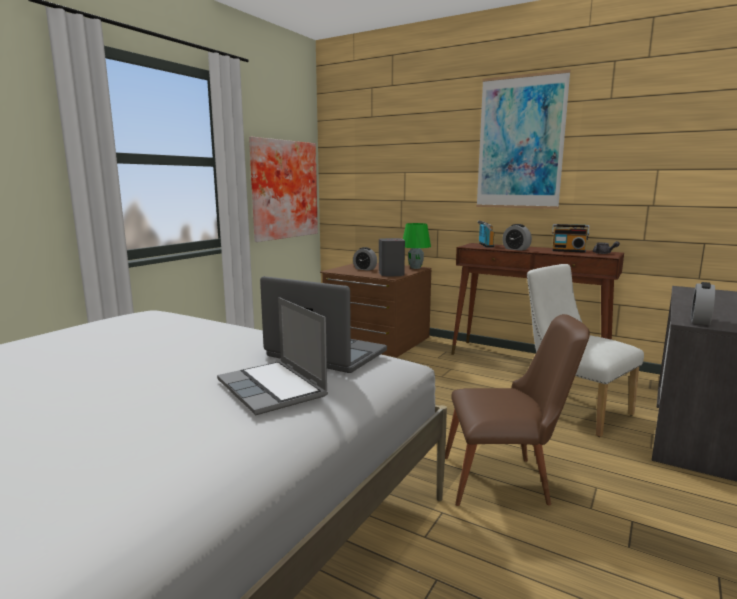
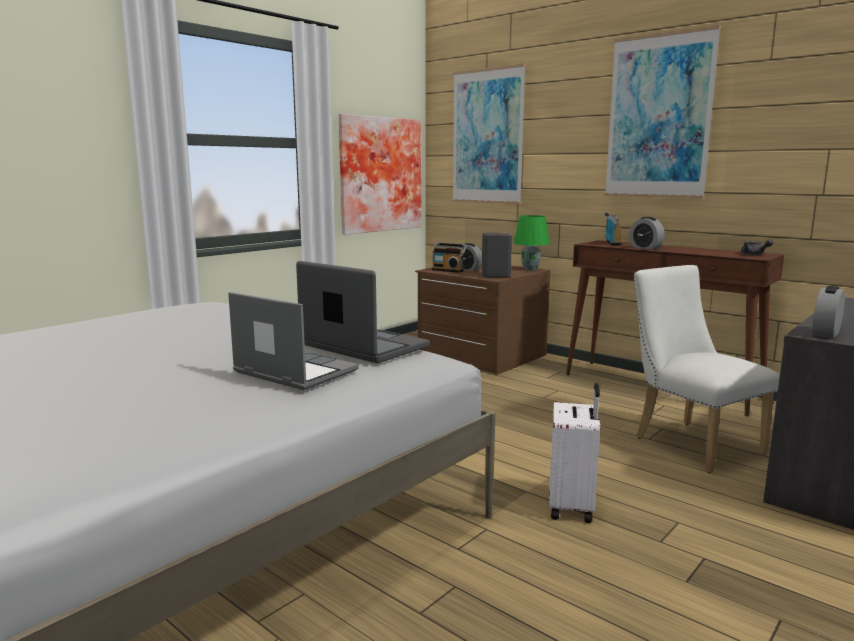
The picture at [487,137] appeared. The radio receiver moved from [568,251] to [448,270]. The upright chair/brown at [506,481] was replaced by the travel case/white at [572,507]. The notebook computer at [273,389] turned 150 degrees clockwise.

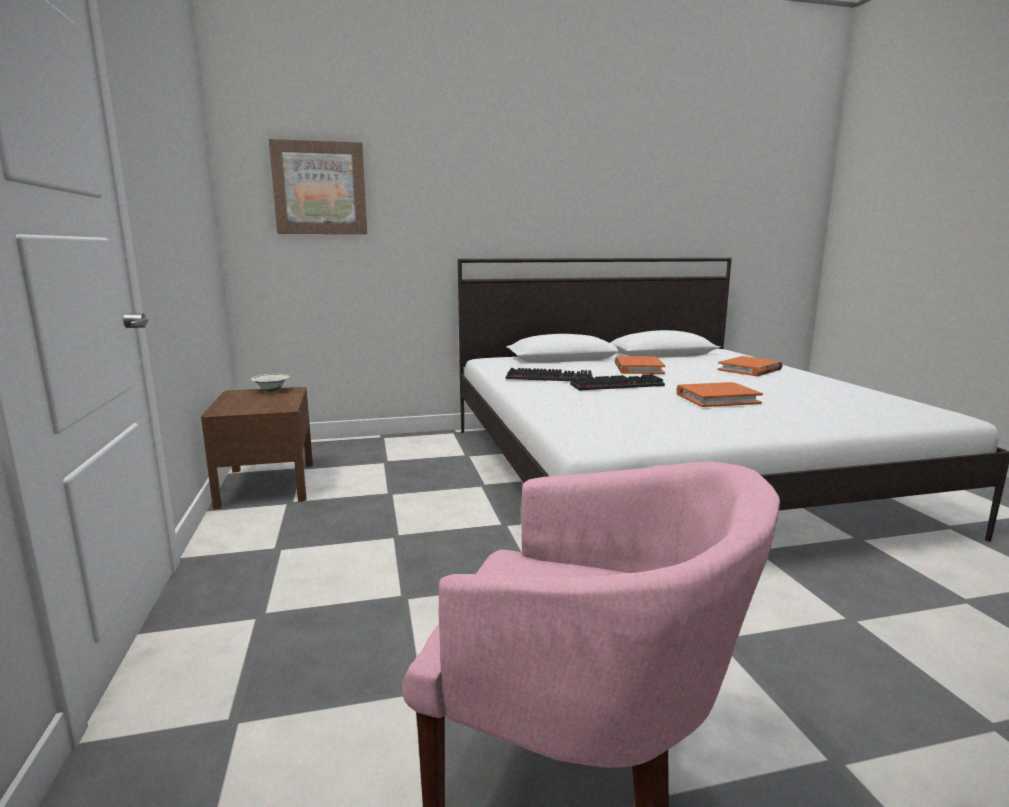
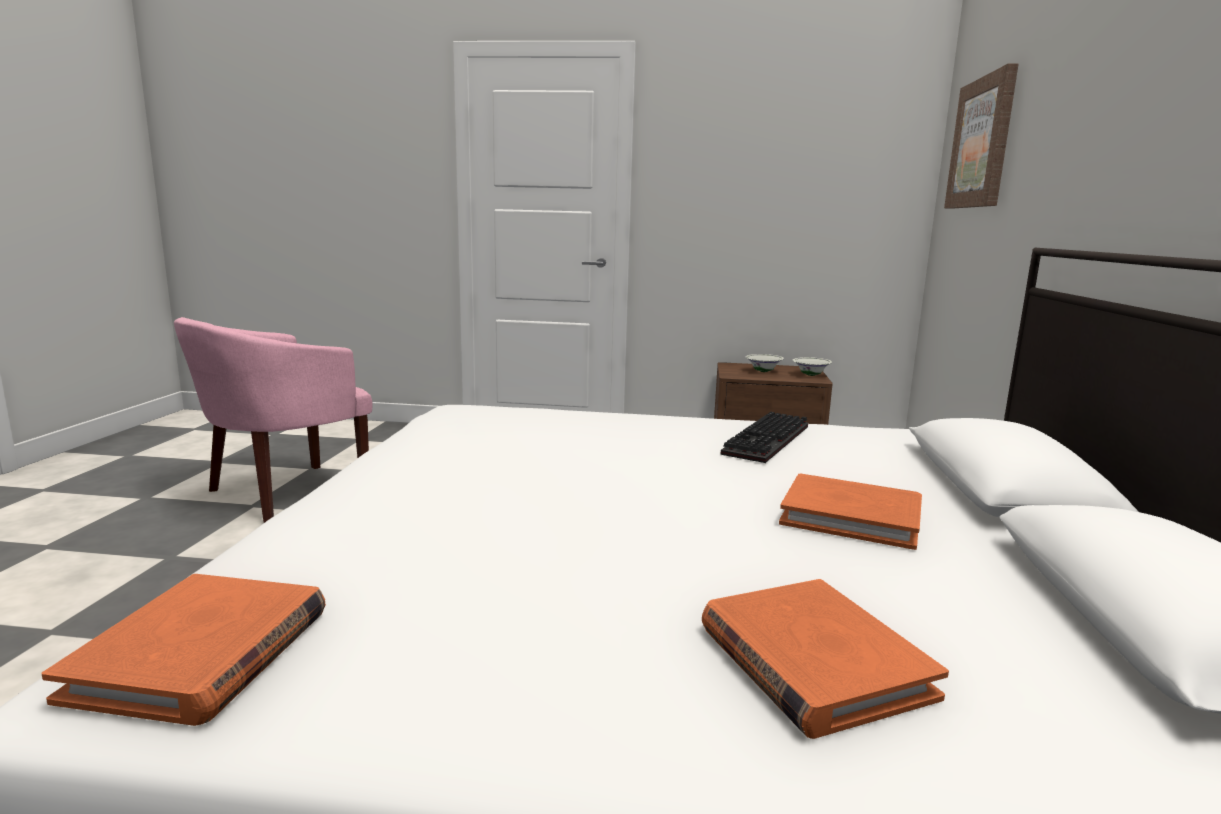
The PC keyboard at [617,385] disappeared. The deep dish/white at [763,371] appeared. The volume/orange moved from [717,398] to [202,653].

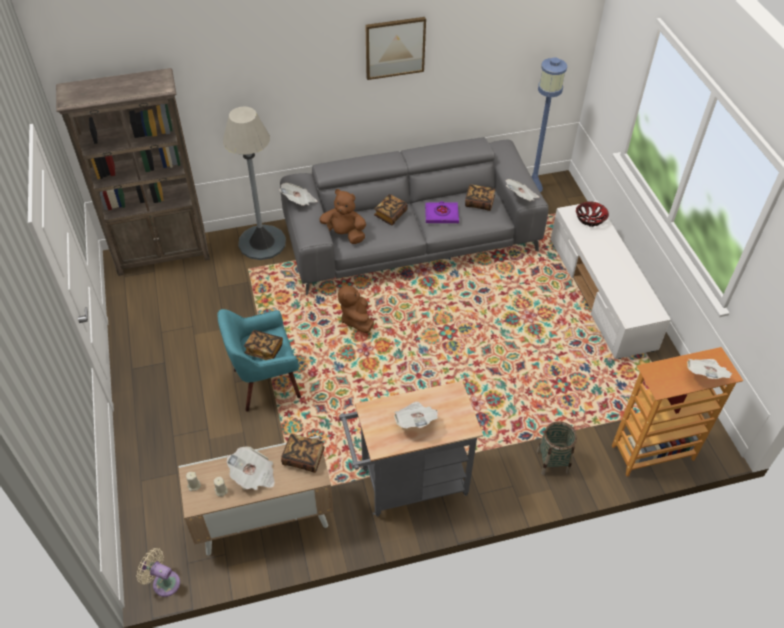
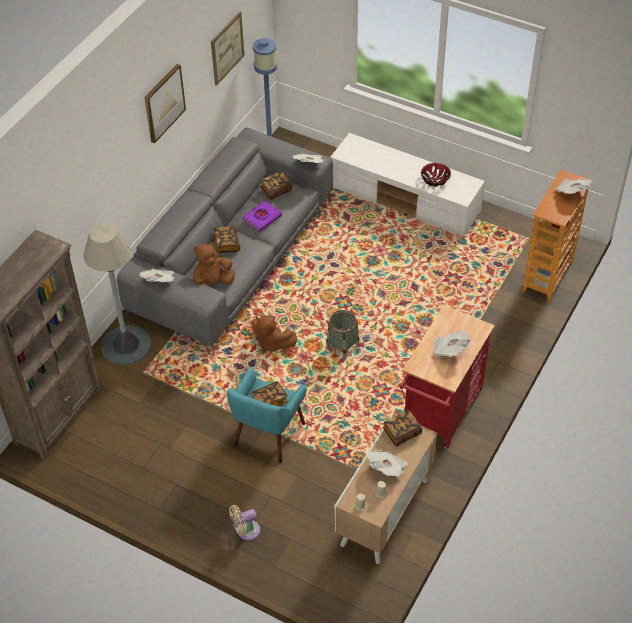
The picture at [227,48] appeared. The cooling fan/sand-coloured moved from [163,582] to [246,531]. The basket moved from [552,461] to [342,347]. The deep dish moved from [590,219] to [435,179]. The cart/grey at [407,484] became the cart/red-coloured at [440,414].

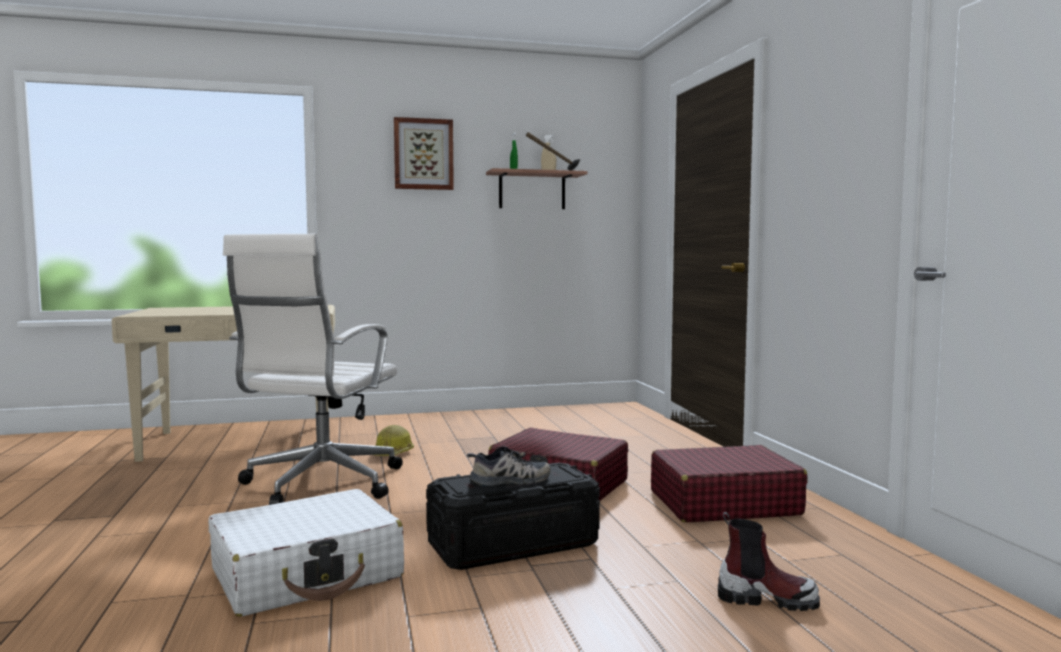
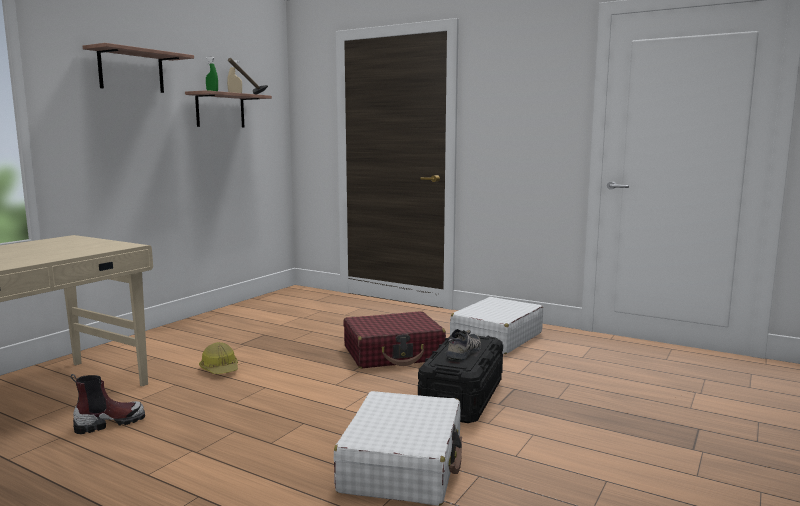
The office chair/white at [319,484] disappeared. The high-top boot moved from [766,599] to [109,423]. The picture at [423,154] was replaced by the wall shelf at [131,71]. The travel case/red-coloured at [723,503] became the travel case/white at [496,337].

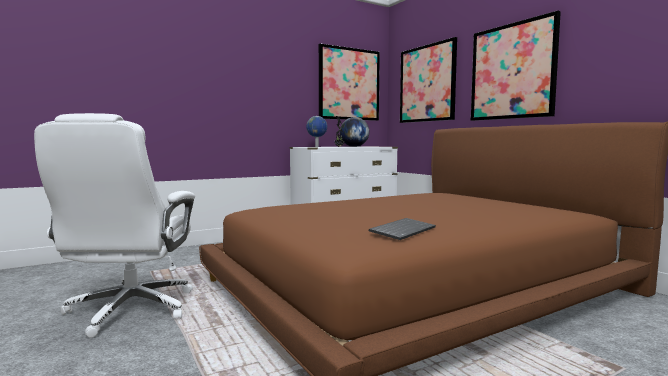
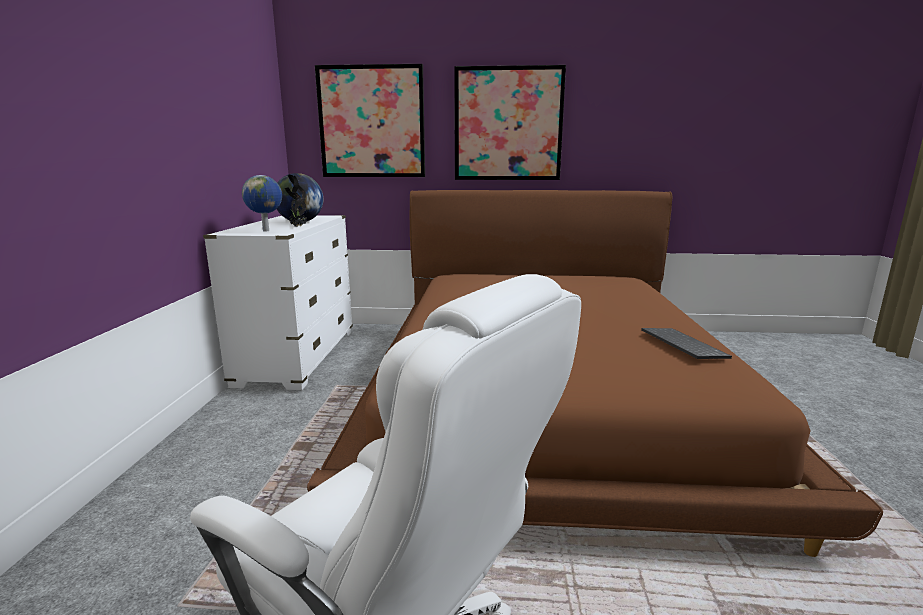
The picture at [349,84] disappeared.

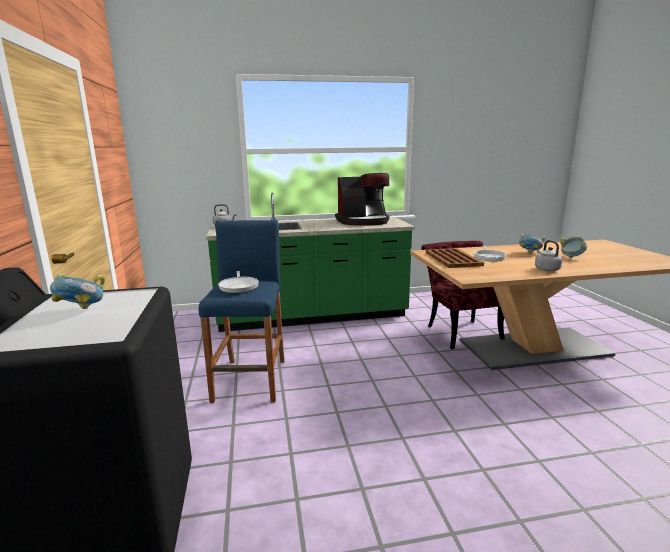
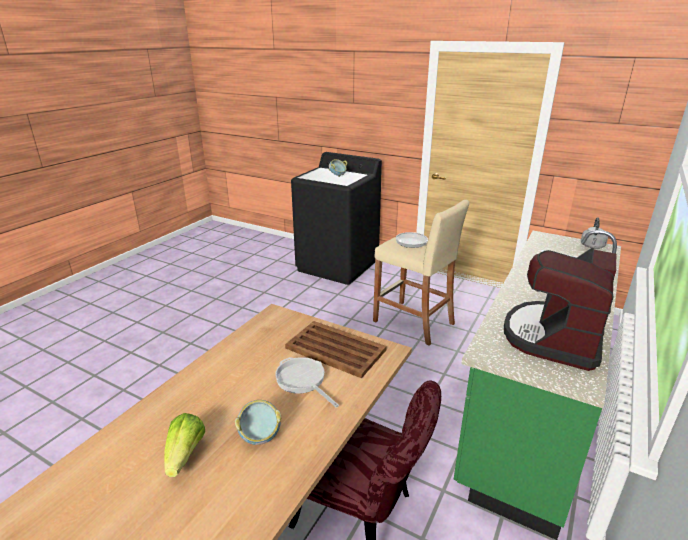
The tea kettle/grey at [546,269] disappeared. The deep dish at [571,257] was replaced by the lettuce at [185,455]. The sitting stool/bluish at [251,380] became the sitting stool/sand-coloured at [413,322].

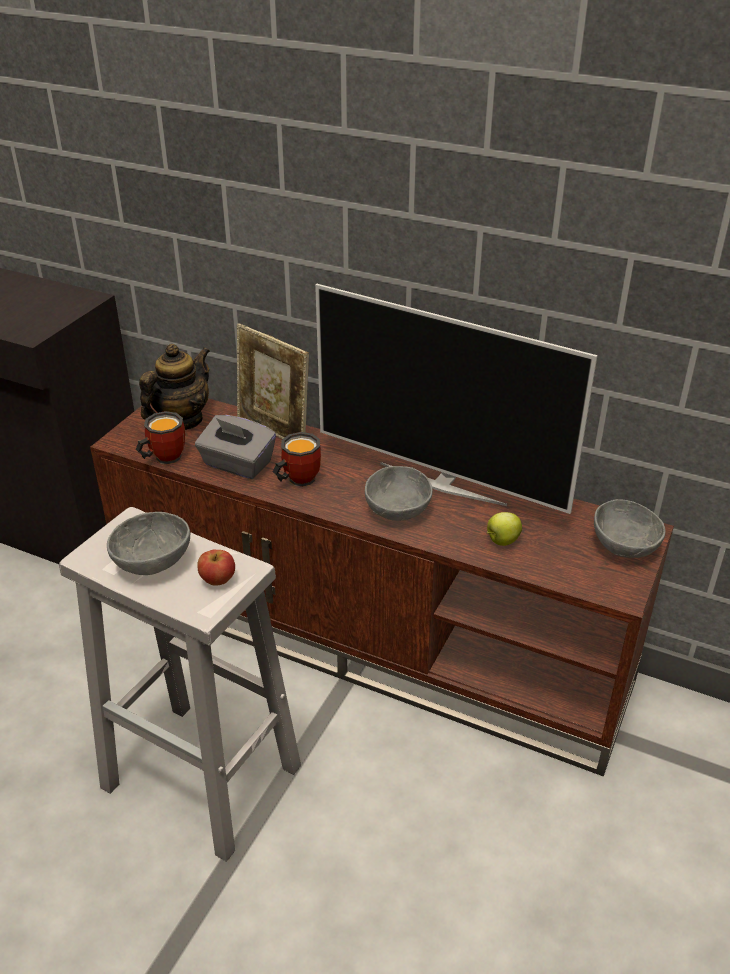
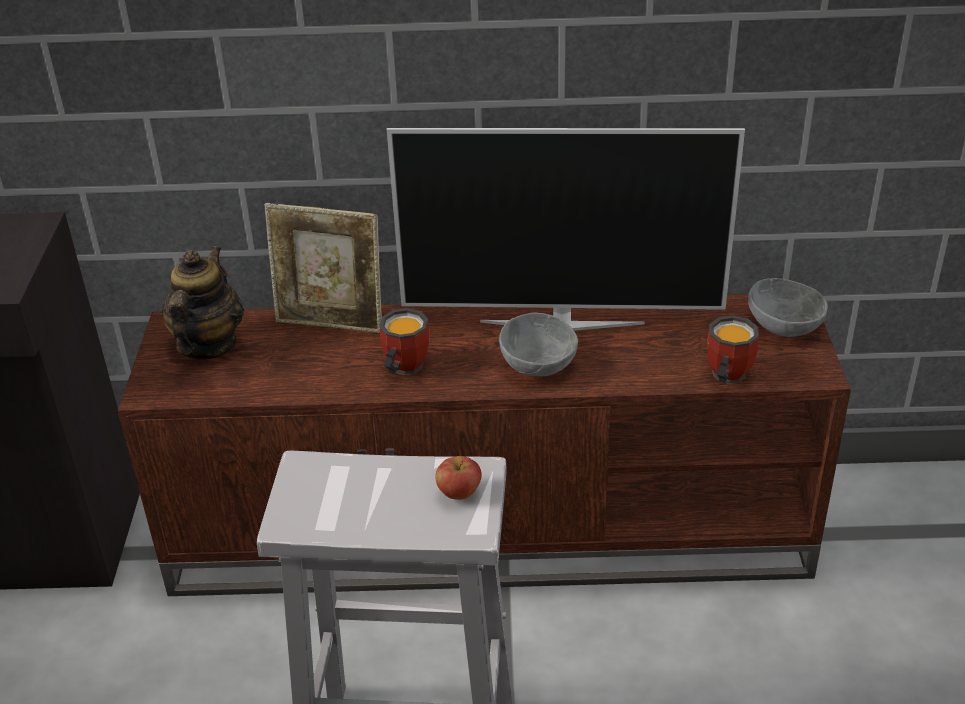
The deep dish/grey at [151,561] disappeared. The box of tissues/grey at [237,464] disappeared. The apple at [502,541] disappeared. The tea mug moved from [163,457] to [724,376].

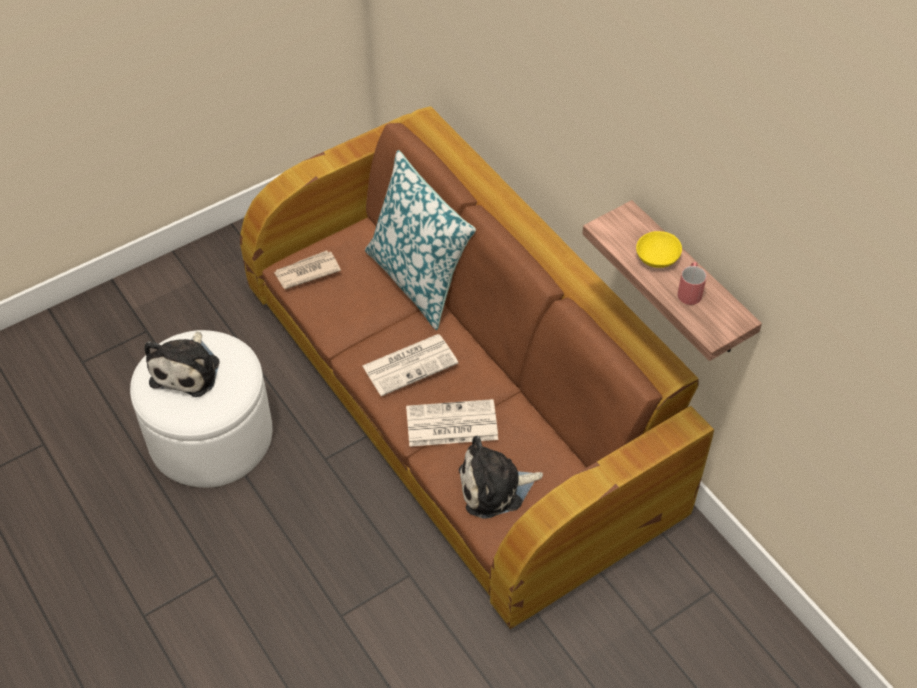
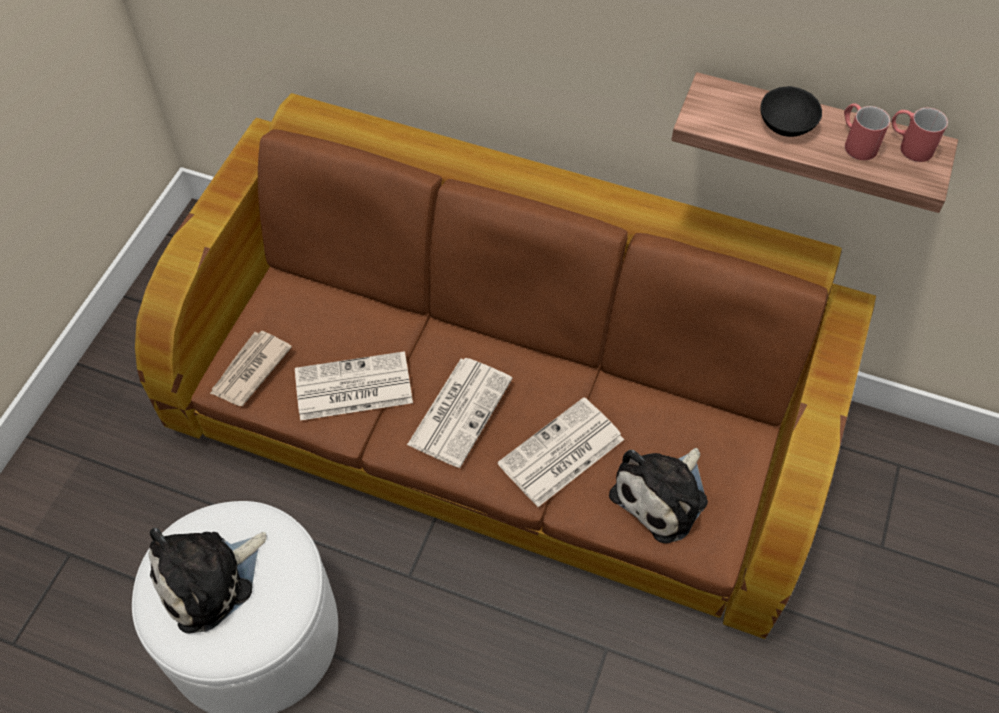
The throw pillow at [418,279] disappeared. The daily paper at [352,388] appeared. The tea mug/red-coloured at [908,145] appeared. The deep dish/yellow at [656,256] became the deep dish/black-coloured at [785,122]. The plush toy at [187,369] turned 75 degrees clockwise.

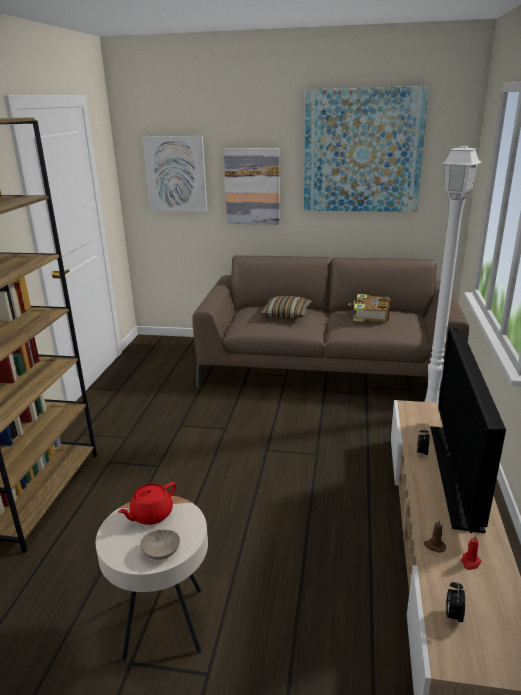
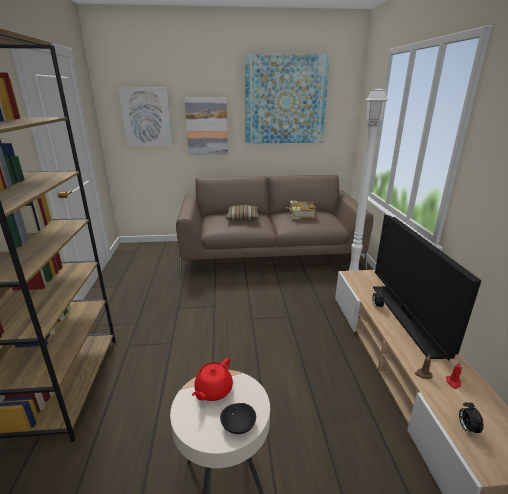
The deep dish/sand-coloured at [160,552] became the deep dish/black-coloured at [238,425].

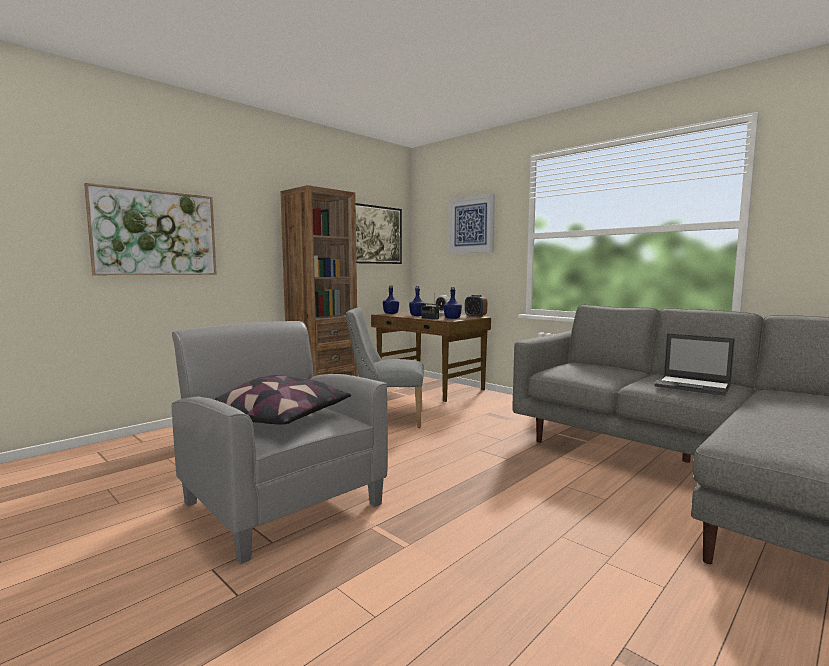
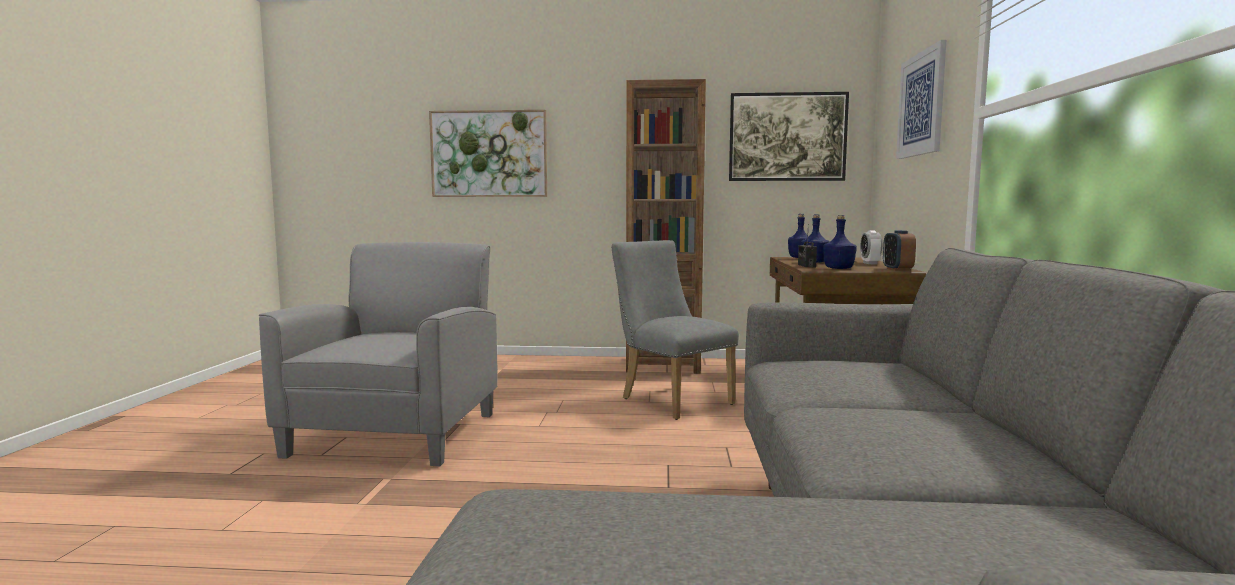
The throw pillow at [283,419] disappeared. The notebook computer at [693,386] disappeared.

